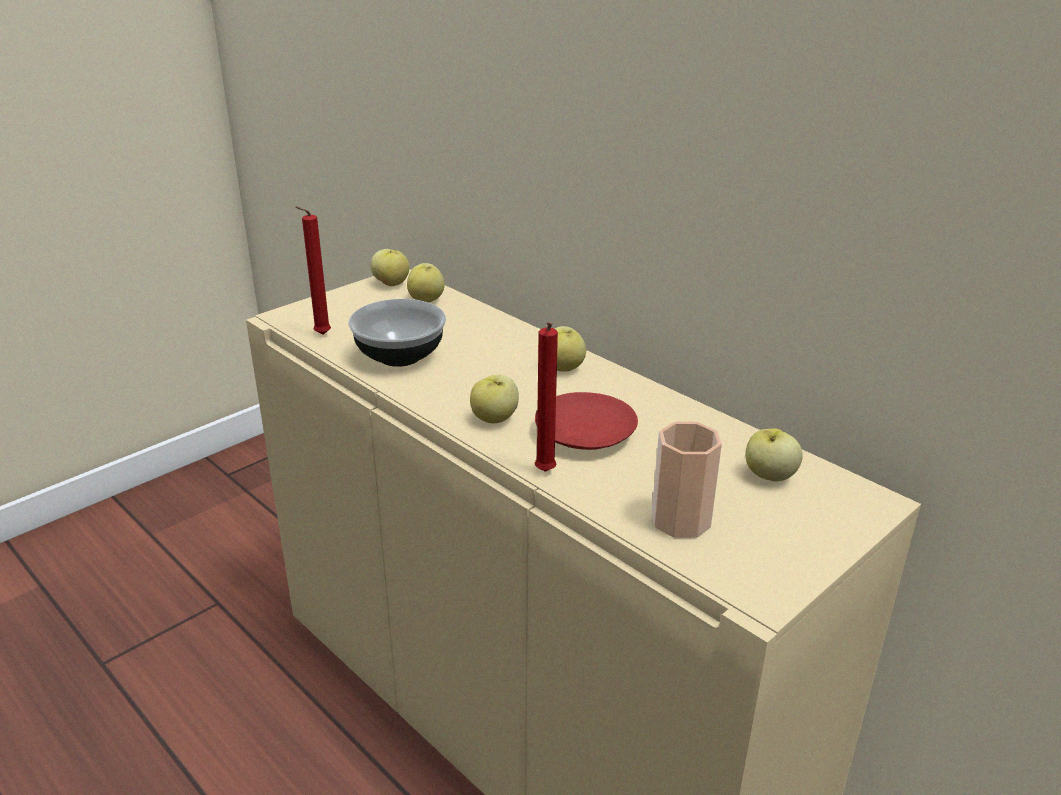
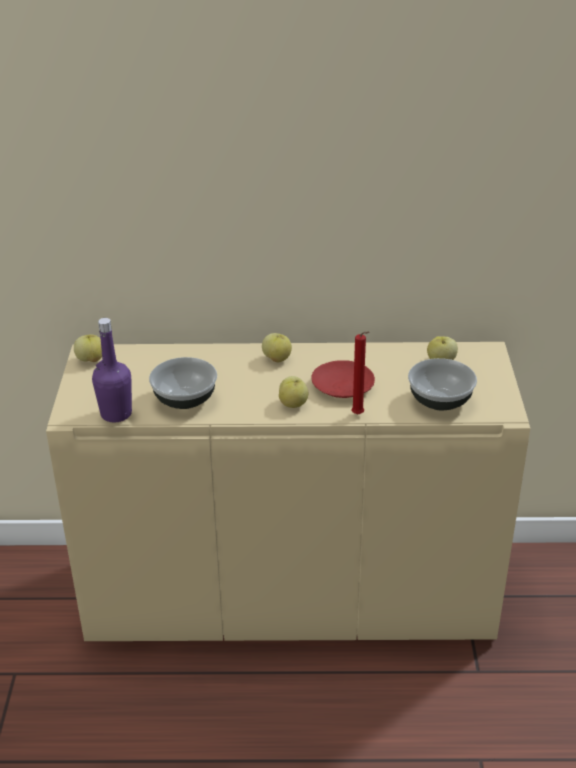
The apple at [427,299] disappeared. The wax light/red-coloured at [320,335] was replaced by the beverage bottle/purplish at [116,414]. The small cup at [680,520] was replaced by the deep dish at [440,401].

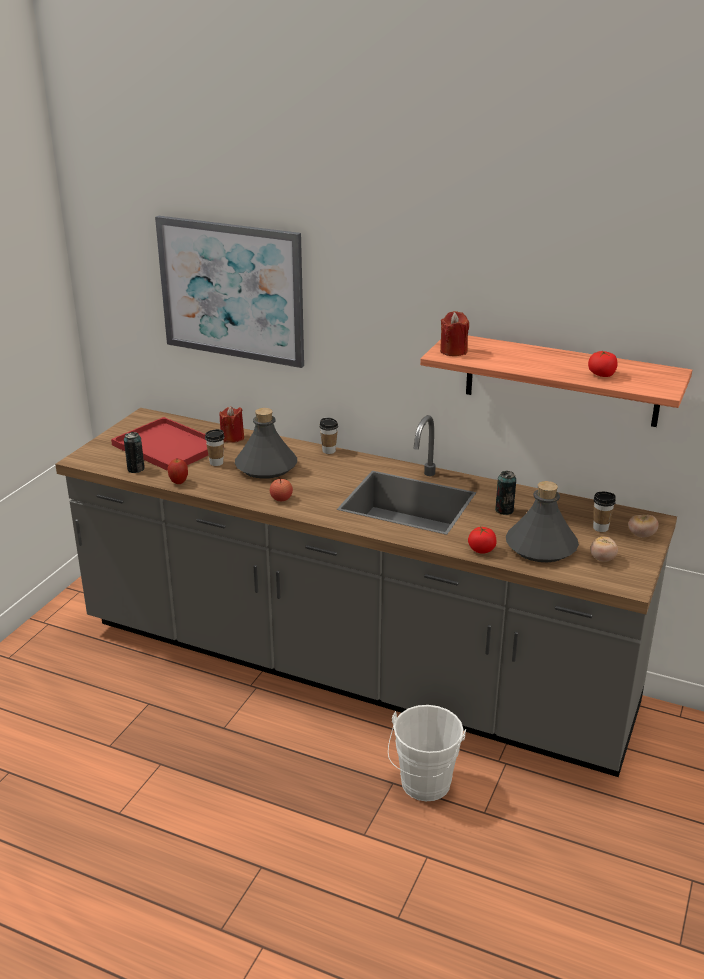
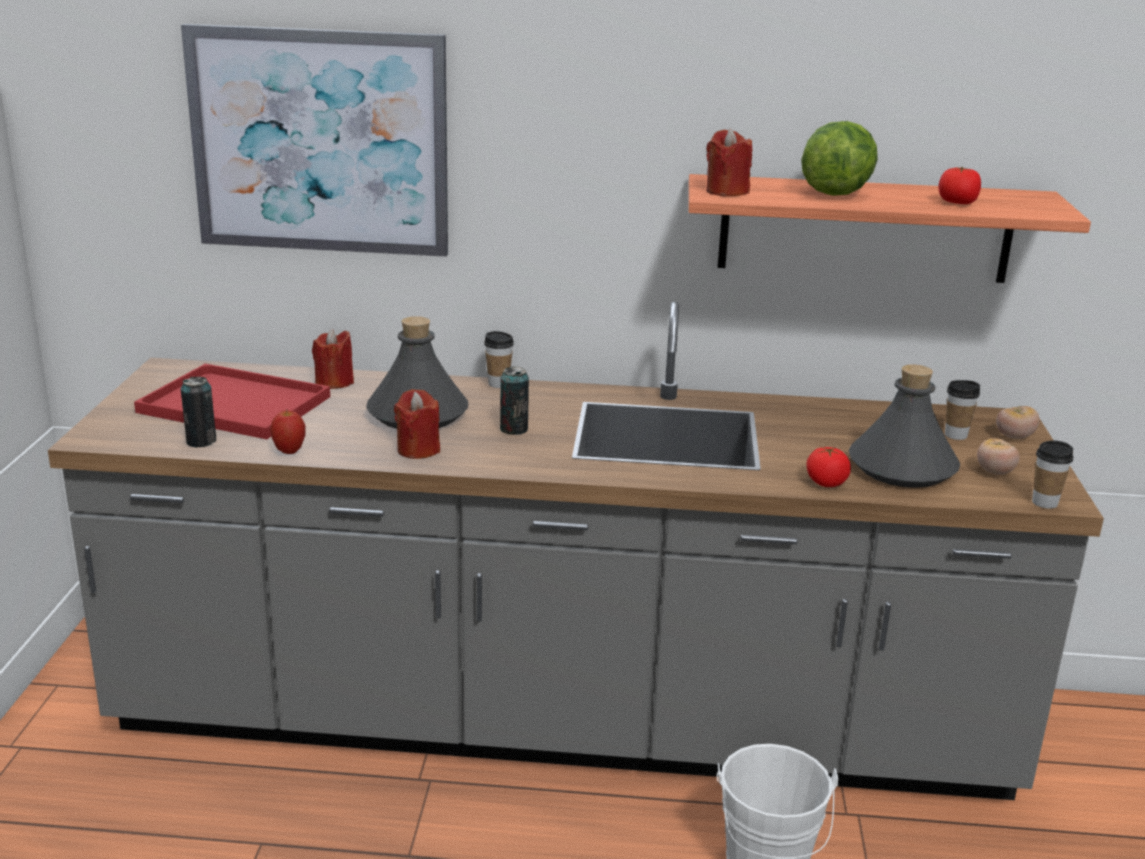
The apple at [281,499] disappeared. The wax light/red-coloured at [418,450] appeared. The lettuce at [836,192] appeared. The small cup moved from [216,463] to [1044,503]. The can moved from [504,510] to [513,429].

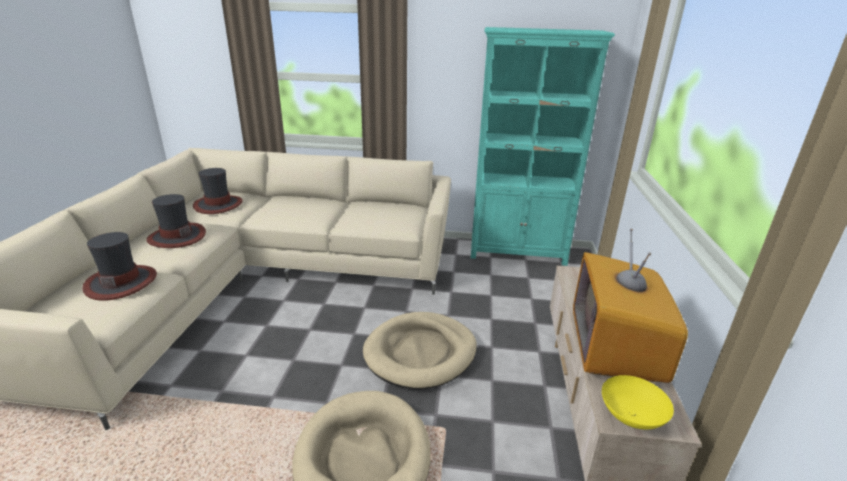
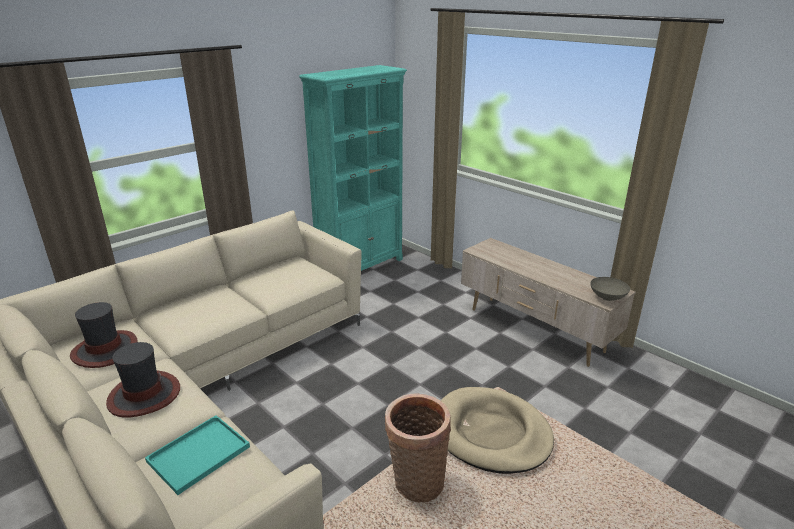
The pet bed/sand-coloured at [420,353] disappeared. The television at [614,349] disappeared. The basket at [416,482] appeared. The hat at [121,282] was replaced by the serving tray/blue-green at [199,452]. The deep dish/yellow at [632,417] became the deep dish/grey at [608,298].

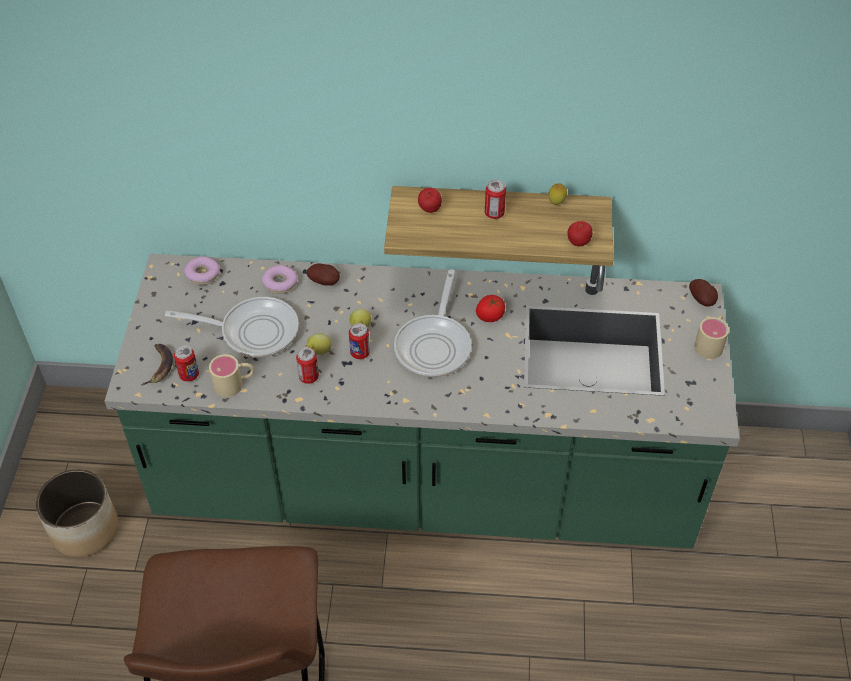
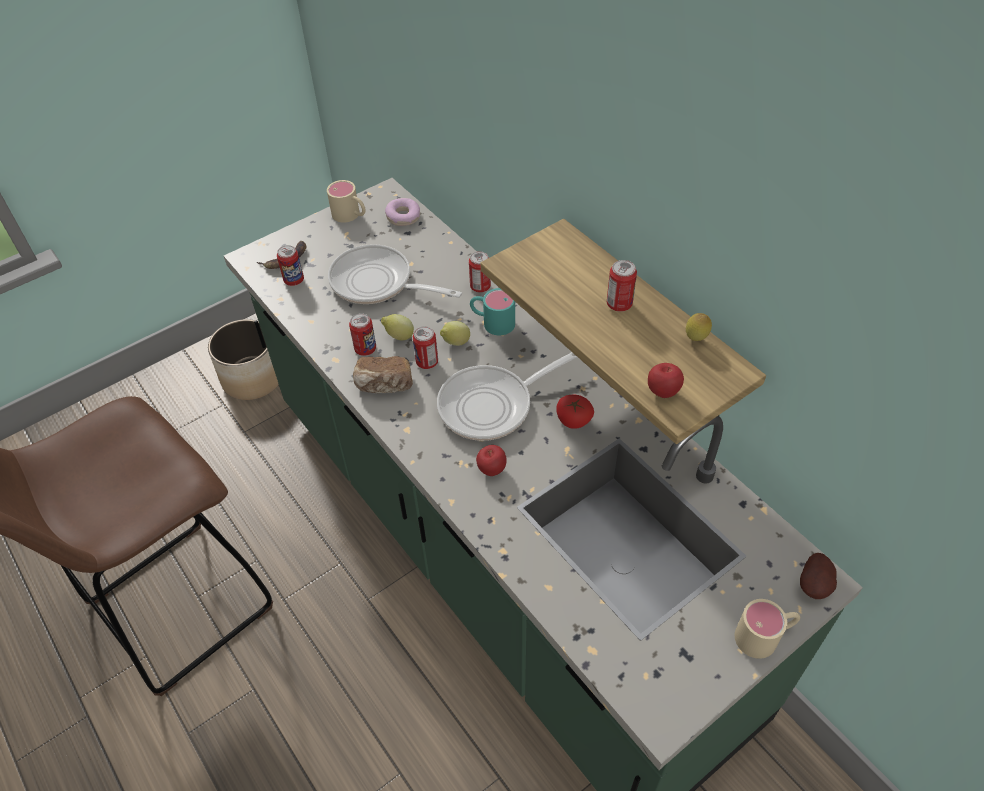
The ring doughnut at [280,283] disappeared. The baked bread at [384,385] appeared. The tea mug/blue-green at [492,322] appeared. The tea mug/sand-coloured moved from [235,384] to [350,215]. The apple moved from [429,210] to [491,470]. The spud at [325,281] was replaced by the can at [480,287]. The pan at [253,331] turned 150 degrees clockwise.

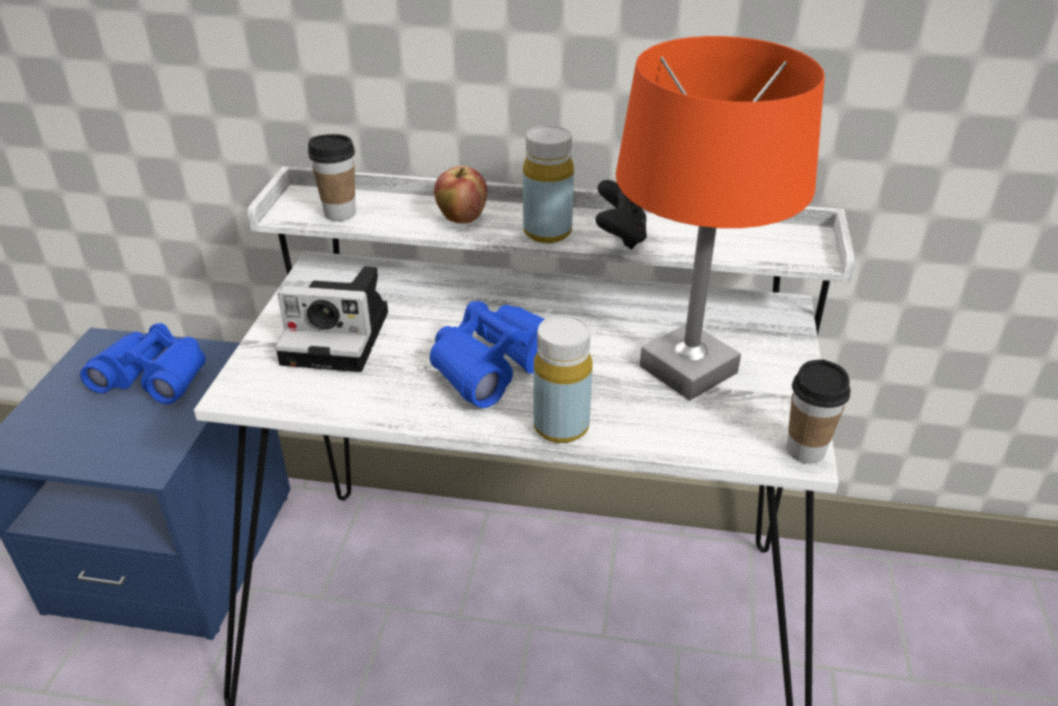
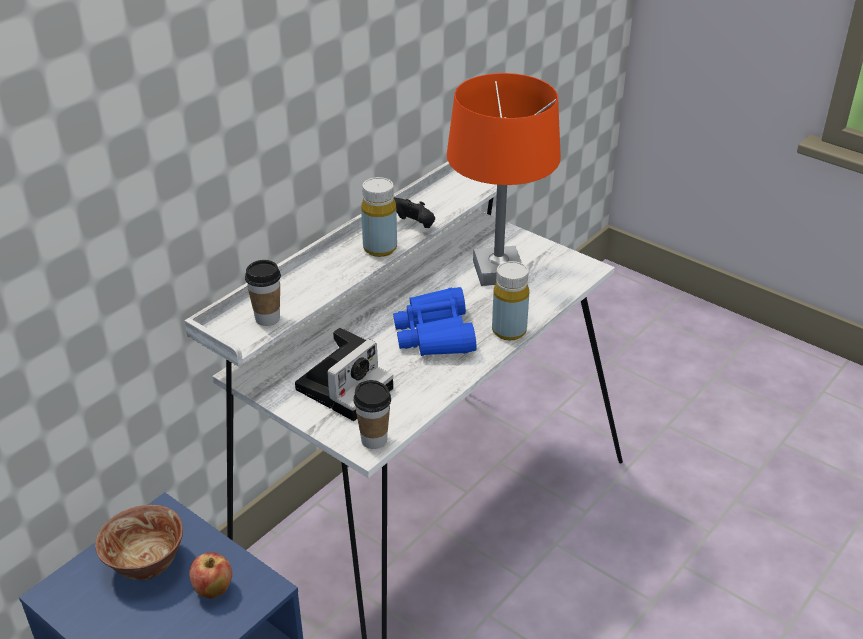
The apple moved from [462,218] to [213,590]. The small cup moved from [805,450] to [374,440]. The binoculars/bluish at [154,376] was replaced by the deep dish at [146,565].

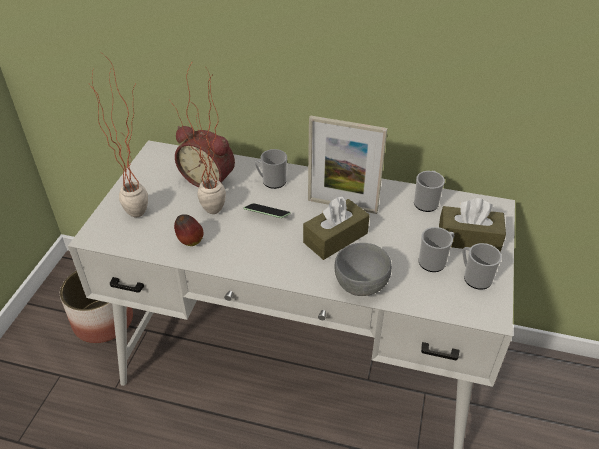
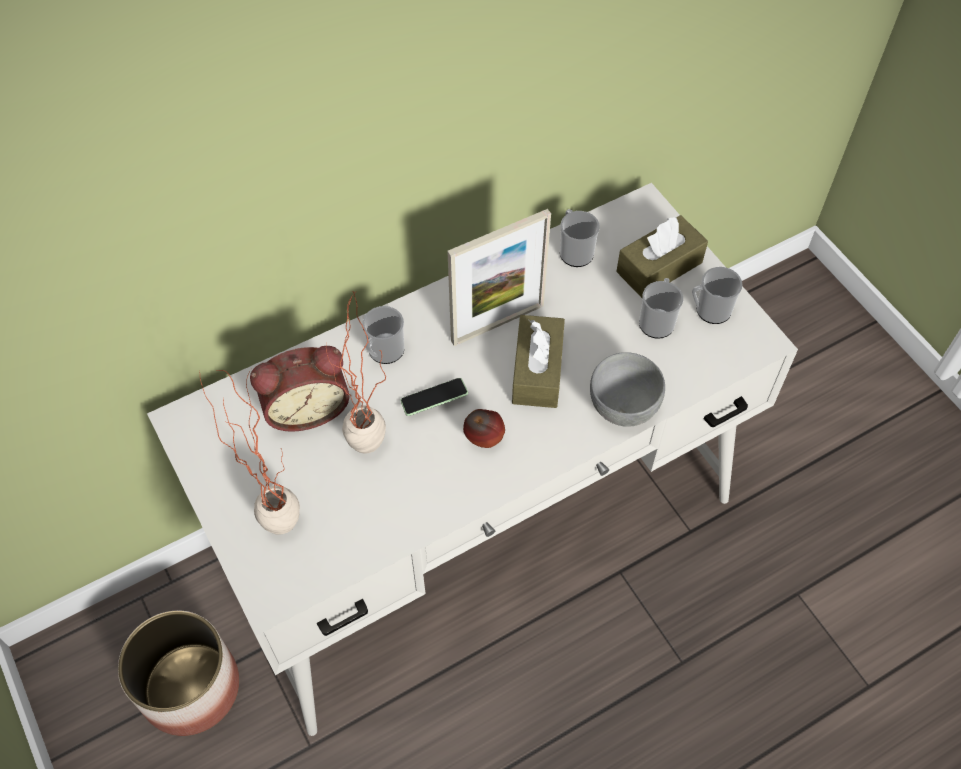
The apple moved from [190,242] to [484,439].

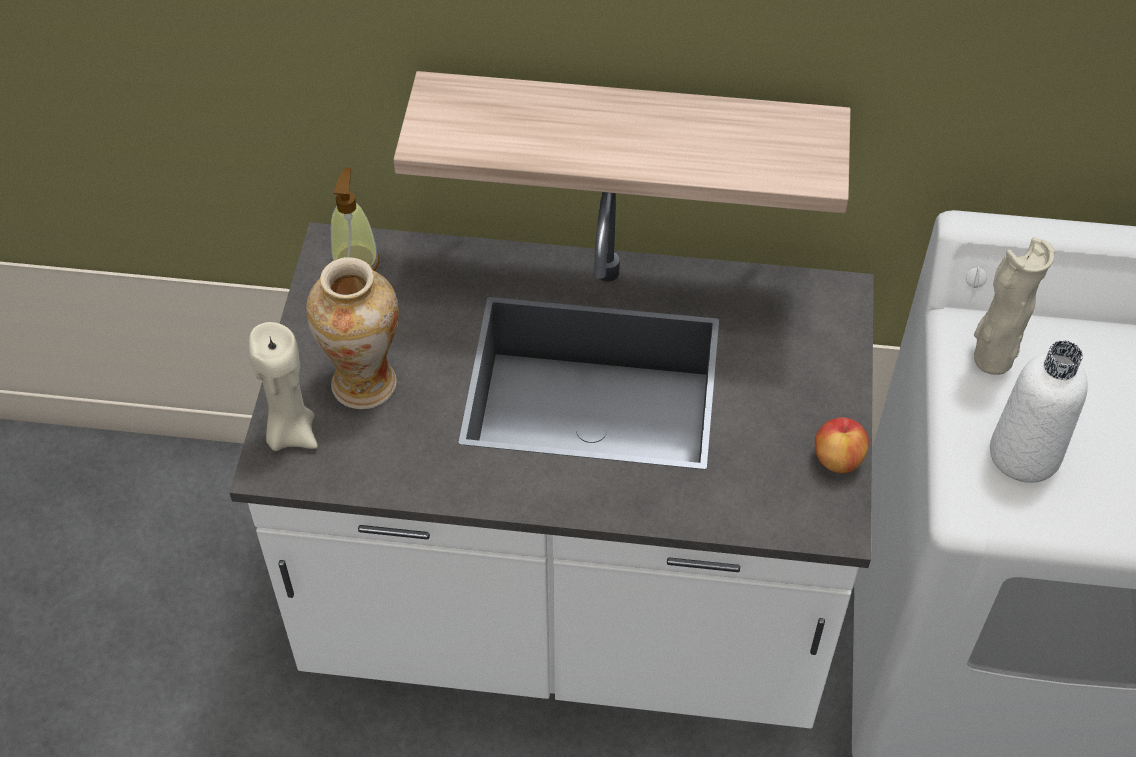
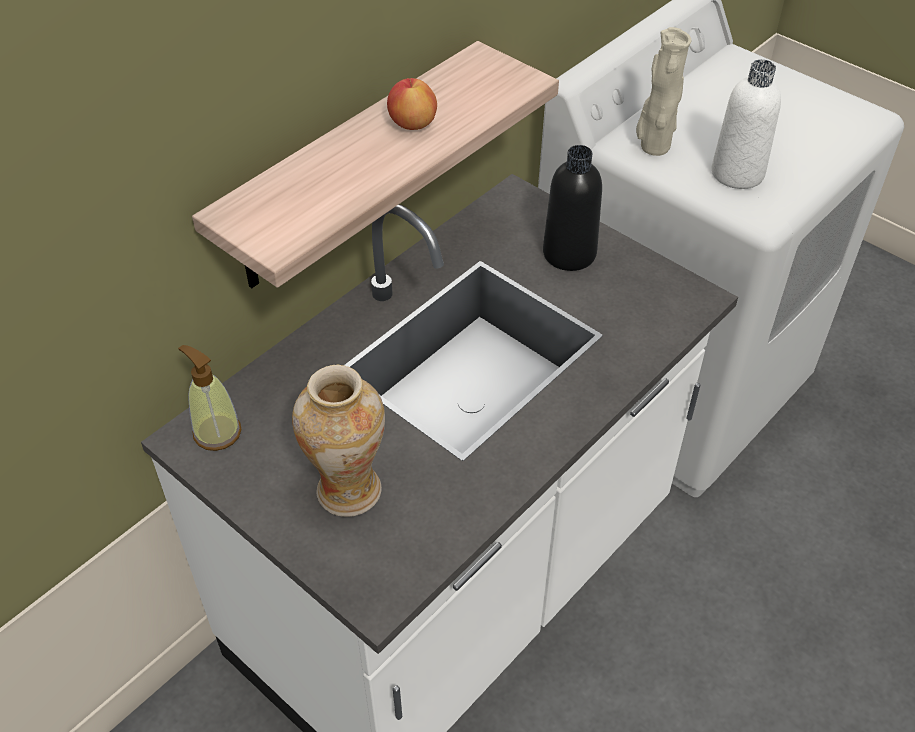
The wax light/sand-coloured at [291,433] disappeared. The beverage bottle/black-coloured at [569,253] appeared. The apple moved from [838,459] to [412,124].

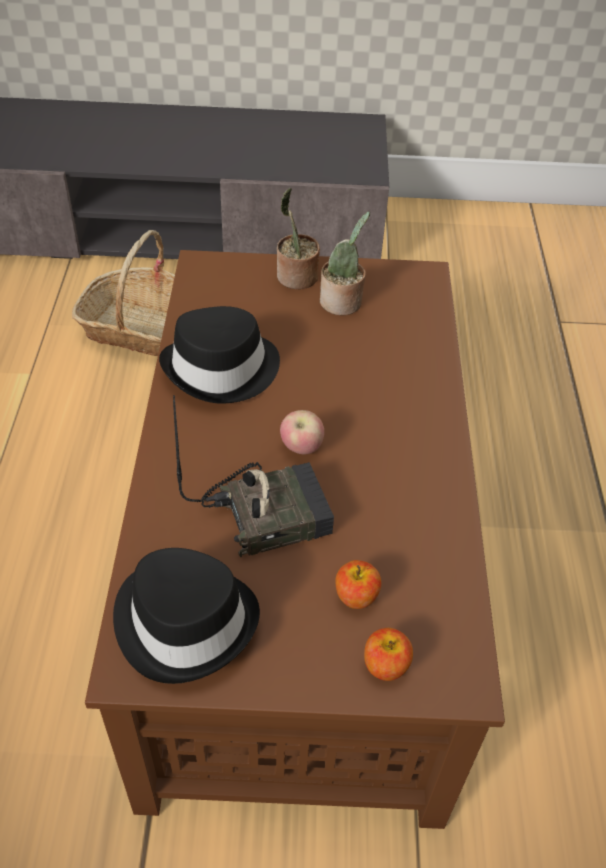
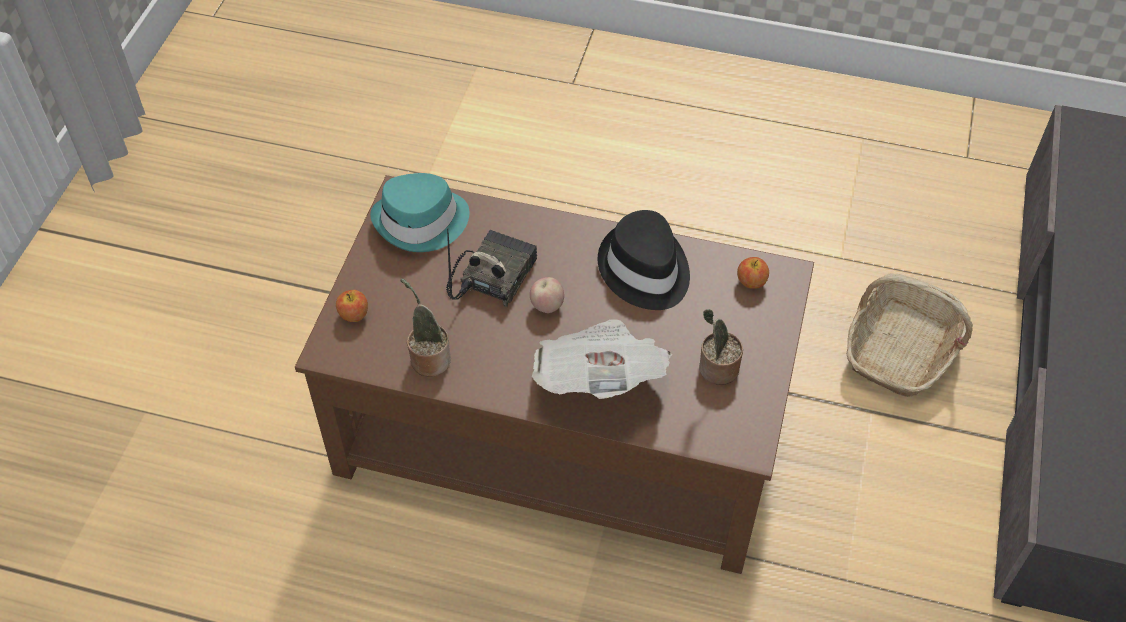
The daily paper at [599,379] appeared. The plant in a pot moved from [295,278] to [428,358]. The apple moved from [356,596] to [751,282]. The hat/black-coloured at [185,620] became the hat/blue-green at [421,222]. The radio receiver at [268,513] turned 150 degrees counterclockwise.

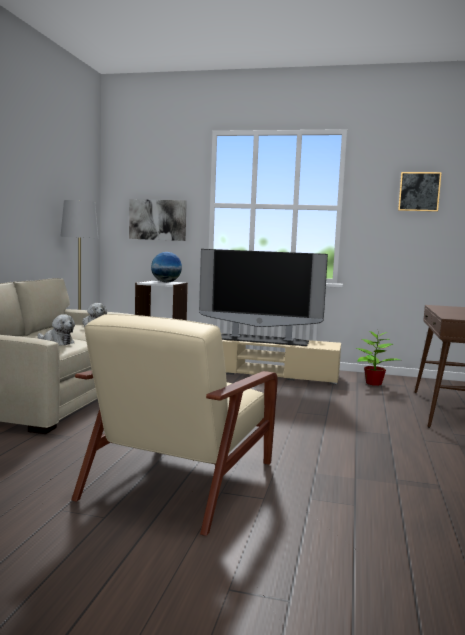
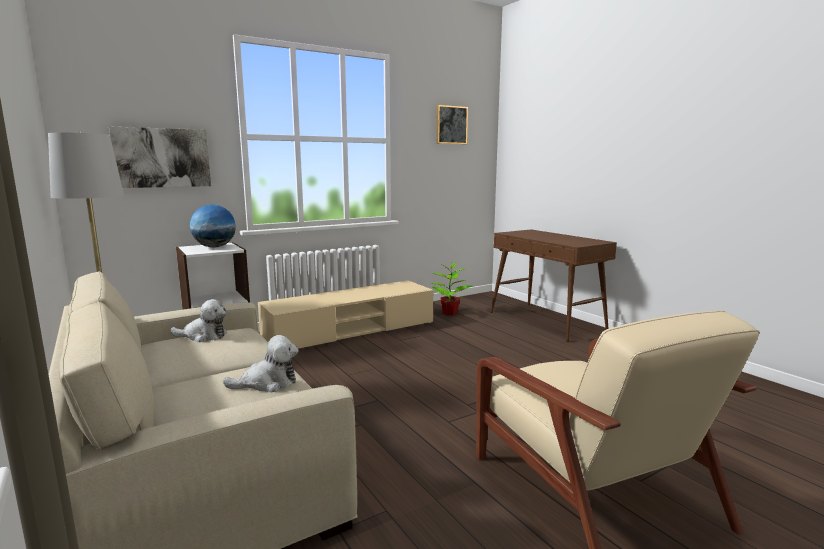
The television at [260,340] disappeared.

